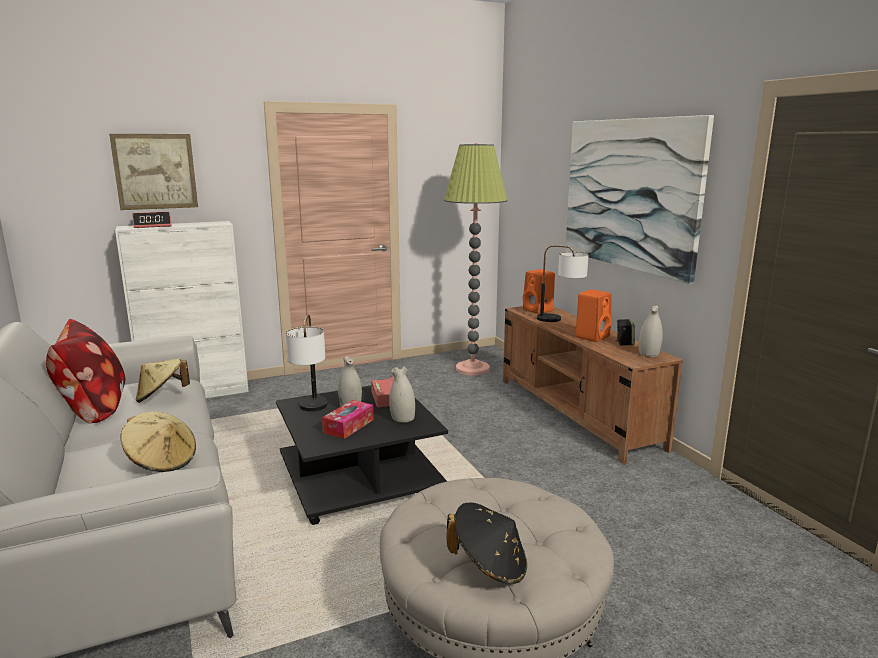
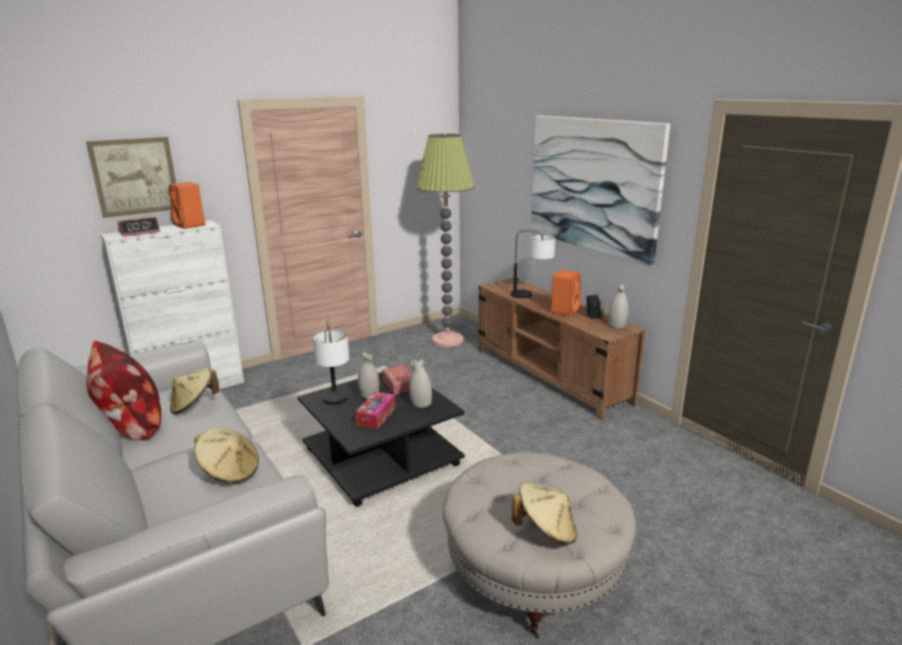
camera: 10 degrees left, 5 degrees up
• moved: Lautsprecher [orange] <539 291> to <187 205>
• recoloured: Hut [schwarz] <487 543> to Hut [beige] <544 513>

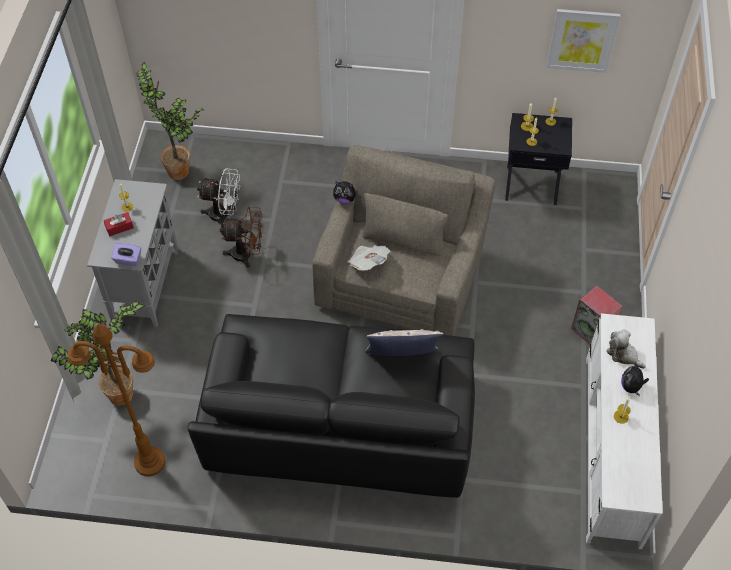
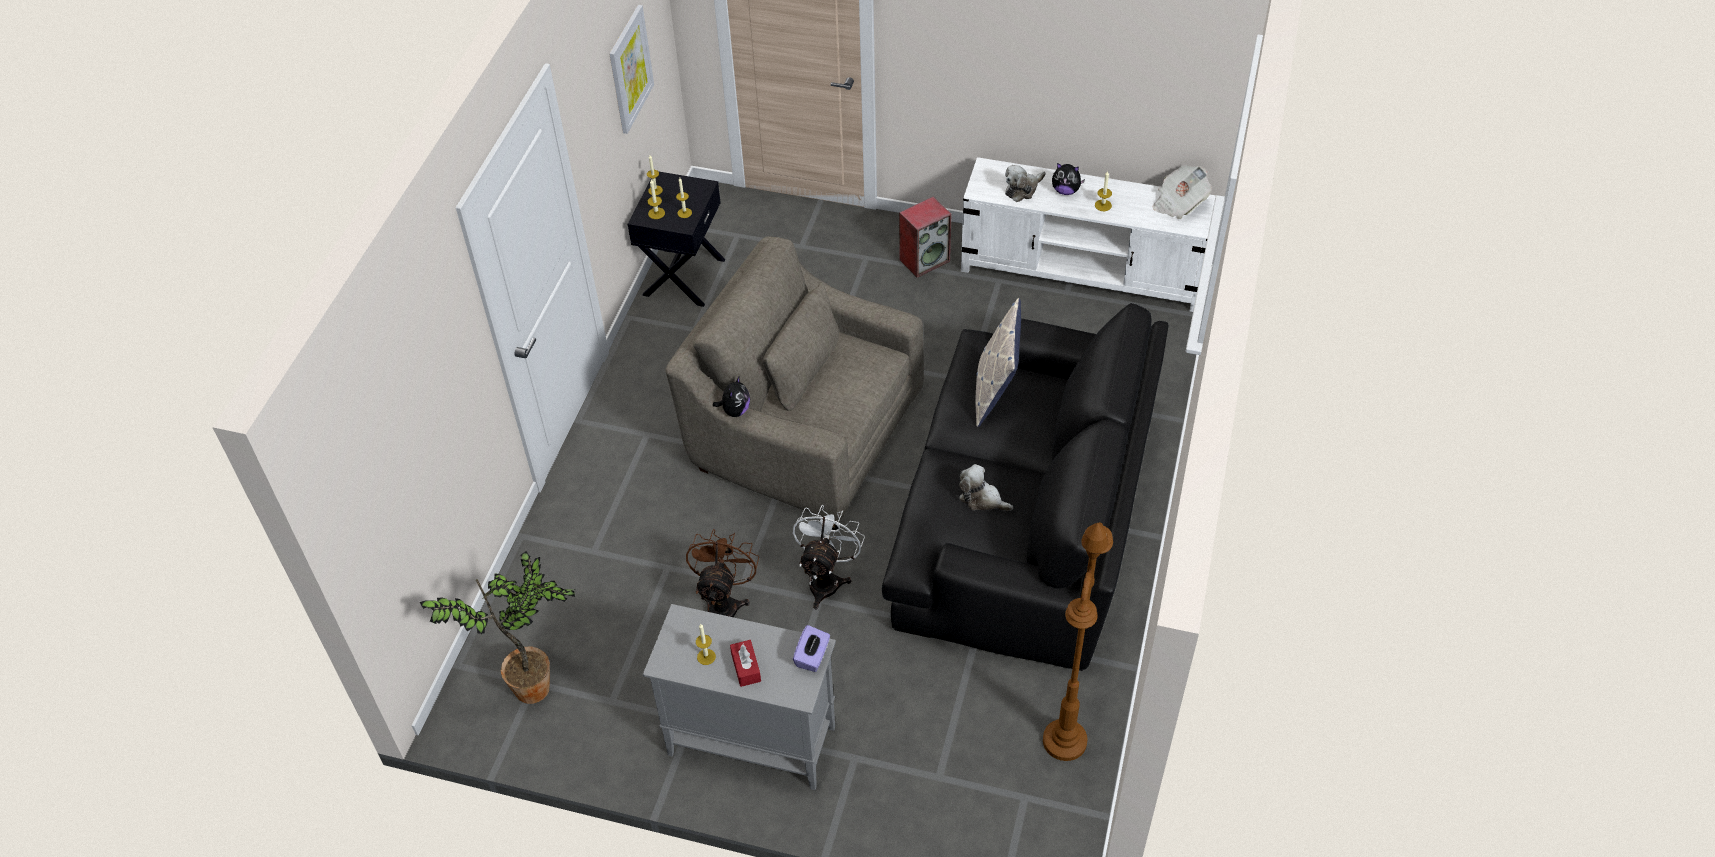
camera: 80 degrees left, 5 degrees down
• moved: Ventilator [weiß] <218 198> to <829 557>
• added: Plüschtier <986 487>
• moved: Zeitung <369 258> to <1181 192>
• removed: Topfpflanze <98 353>

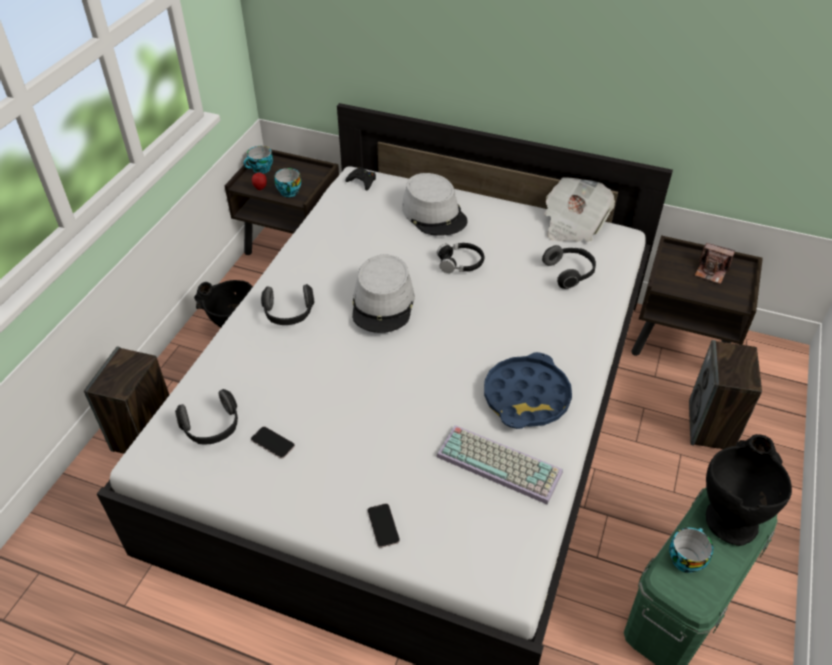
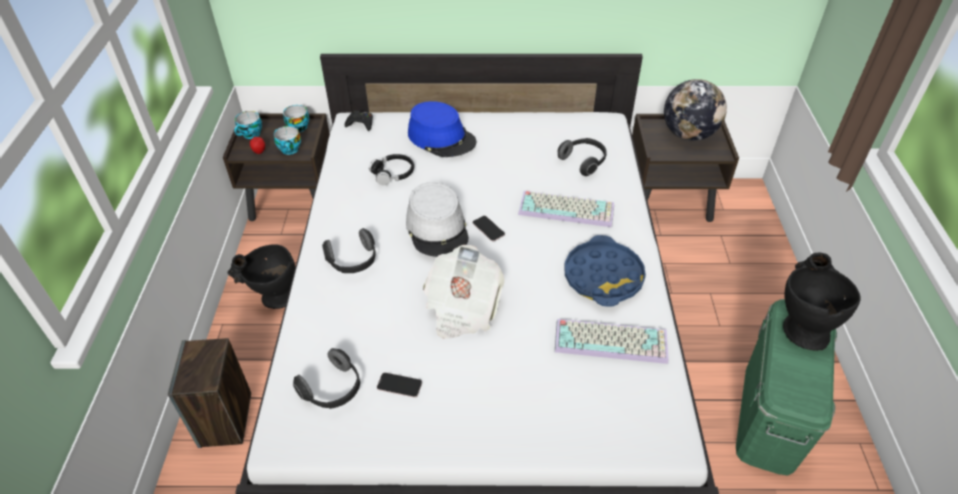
camera: 20 degrees left, 0 degrees up
• moved: Tasse <691 550> to <296 118>
• moved: Kopfhörer [schwarz] <460 258> to <391 169>
• recoloured: Hut [grau] <434 204> to Hut [blau] <442 129>
• moved: Zeitung <579 209> to <463 292>
• moved: Handy <384 525> to <488 229>
• added: Tastatur <566 209>
• replaced: Kamera <715 263> to Globus <695 110>
• removed: Lautsprecher <725 394>

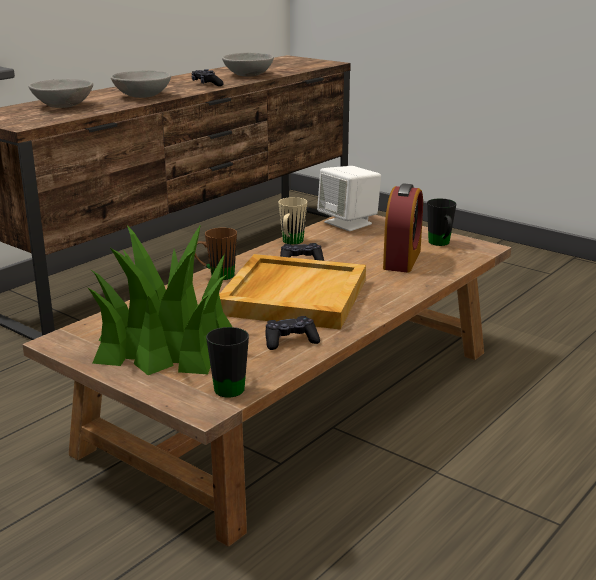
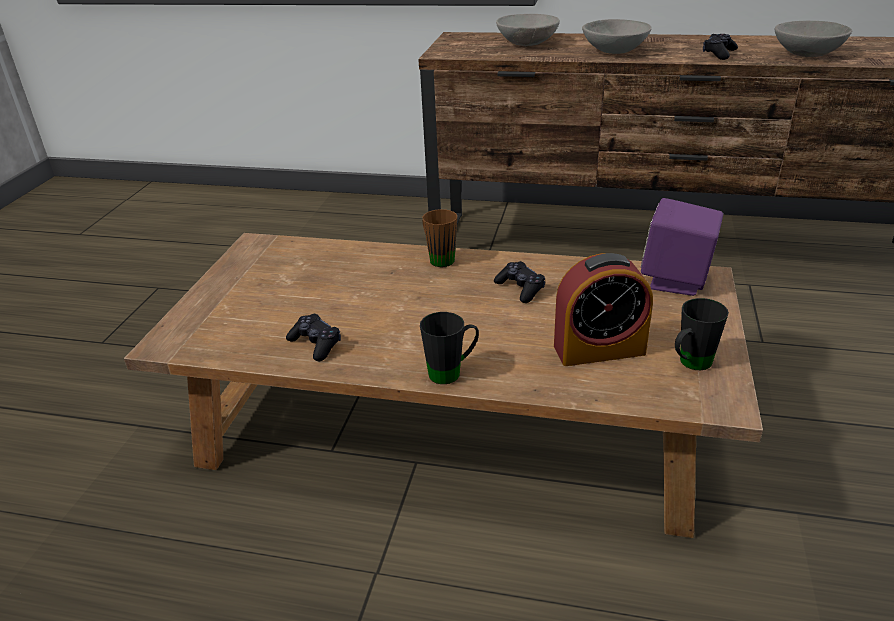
camera: 65 degrees right, 10 degrees up
• moved: Henkelbecher [schwarz] <227 362> to <449 348>
• recoloured: Lautsprecher [weiß] <349 198> to Lautsprecher [lila] <682 247>
• removed: Topfpflanze <160 299>
• removed: Tablett [beige] <292 292>
• removed: Henkelbecher [beige] <292 221>

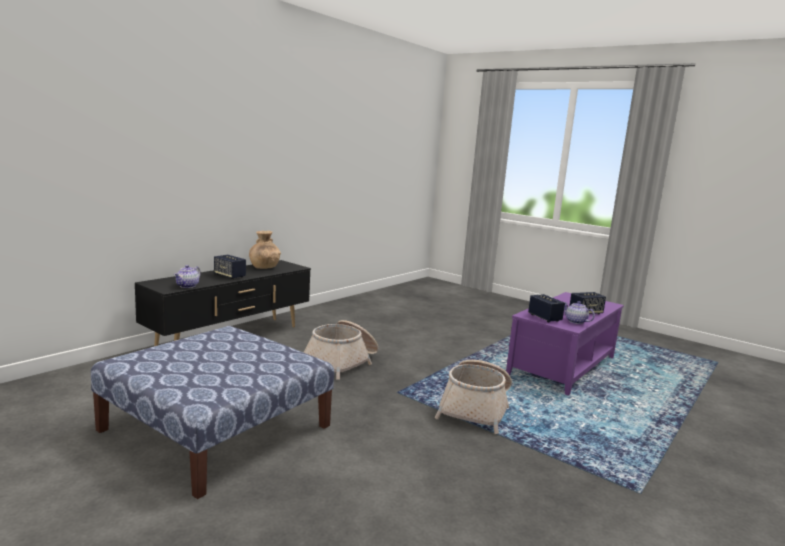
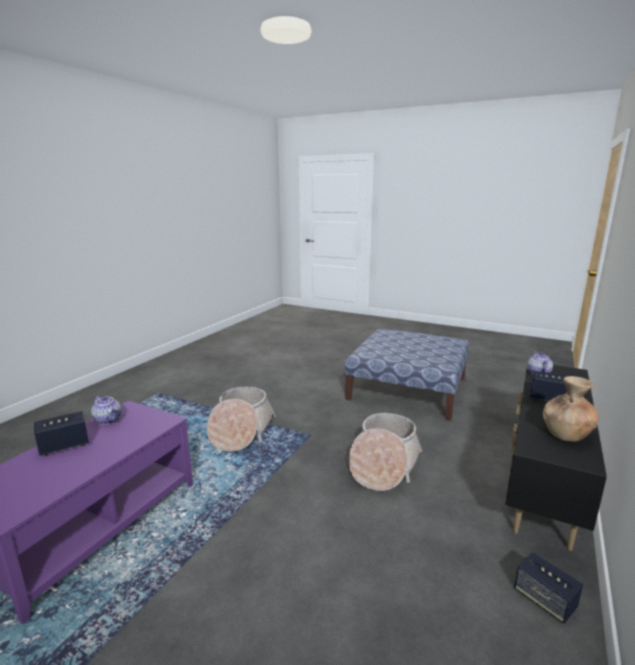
camera: 170 degrees right, 5 degrees up
• moved: Lautsprecher <546 308> to <548 588>

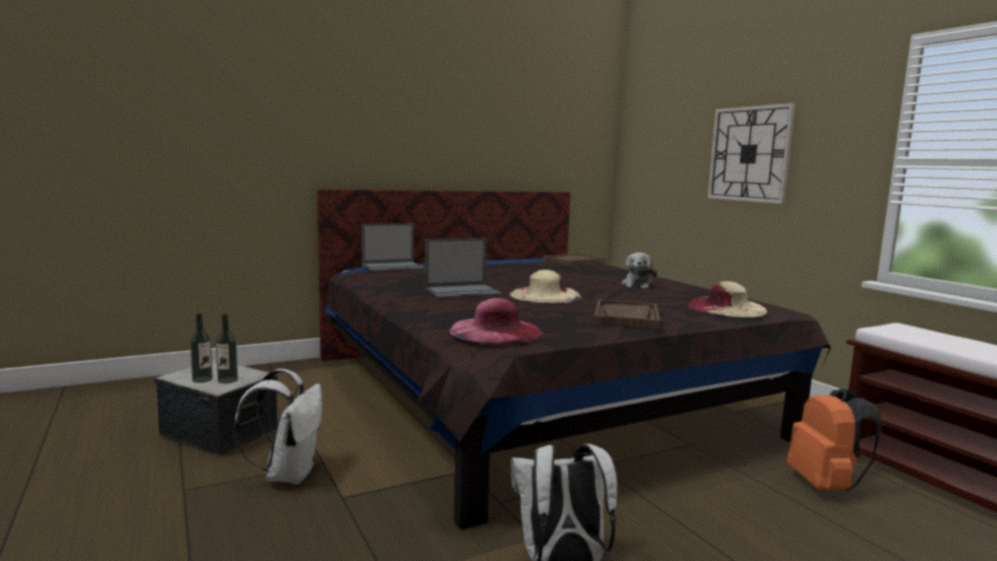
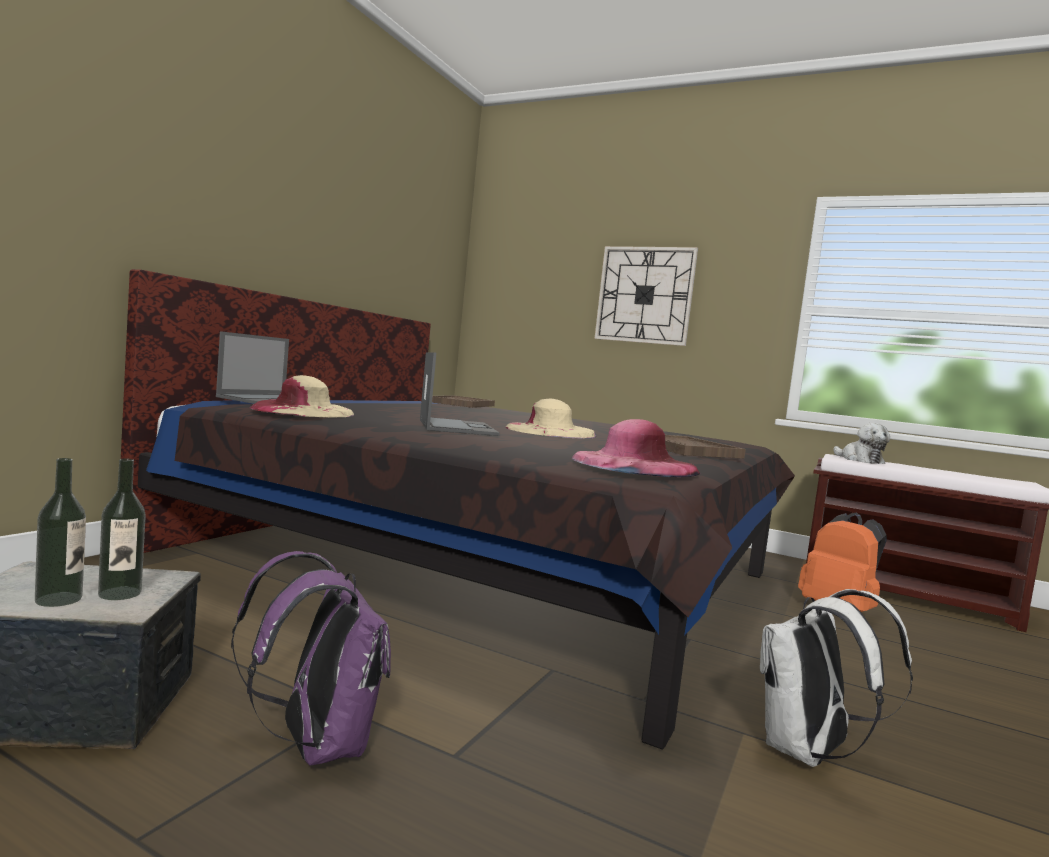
camera: 35 degrees left, 5 degrees down
• recoloured: Rucksack [weiß] <278 426> to Rucksack [lila] <311 658>
• moved: Hut [beige] <727 299> to <302 396>
• turned: Laptop <463 268> = <460 394> 45 degrees counterclockwise
• moved: Plüschtier <639 270> to <861 443>

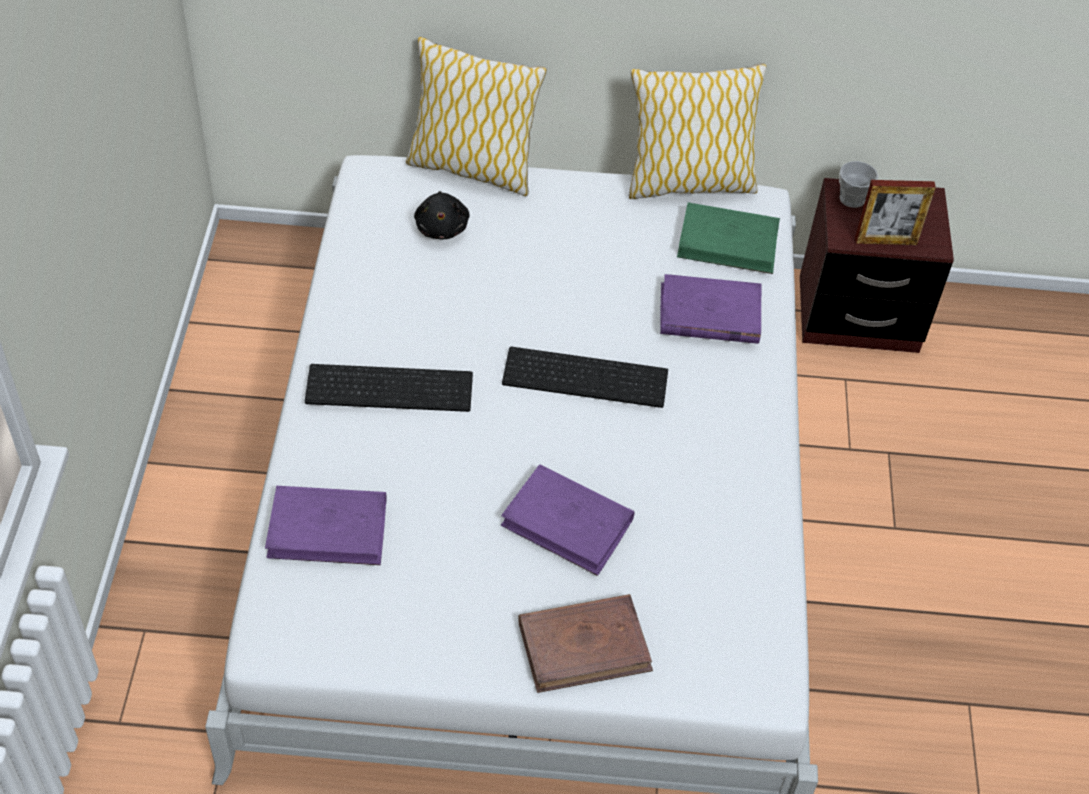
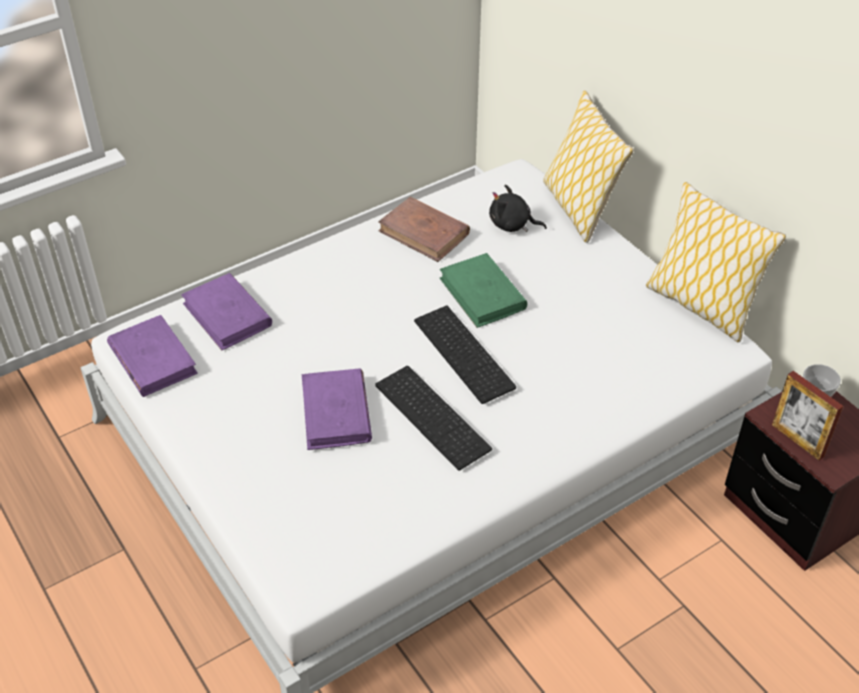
camera: 55 degrees right, 5 degrees down
• moved: Buch [lila] <710 309> to <152 356>
• moved: Tastatur <389 388> to <433 418>
• moved: Buch [braun] <585 643> to <424 229>
• moved: Buch [grün] <728 238> to <484 290>
• turned: Plüschtier [schwarz] <442 215> = <518 208> 60 degrees clockwise

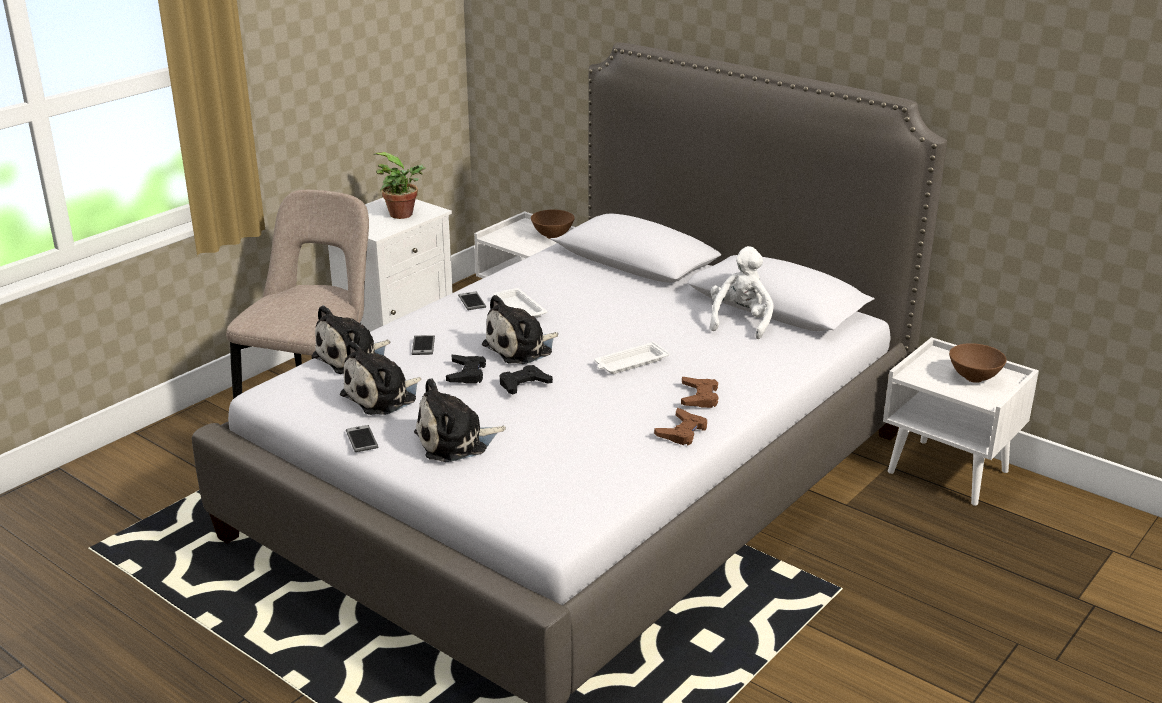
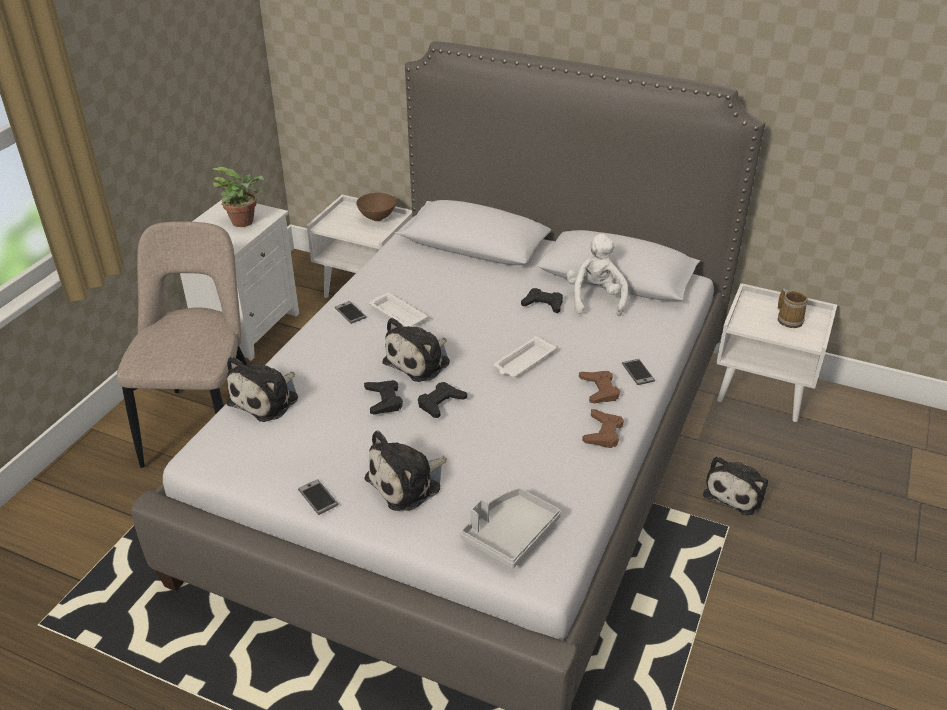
camera: 15 degrees left, 10 degrees up
• added: Tablett [grau] <510 528>
• added: Gamepad [schwarz] <542 300>
• moved: Handy <423 345> to <638 372>
• moved: Plüschtier <380 378> to <735 486>
• replaced: Schüssel [braun] <978 363> to Henkelbecher <793 308>

